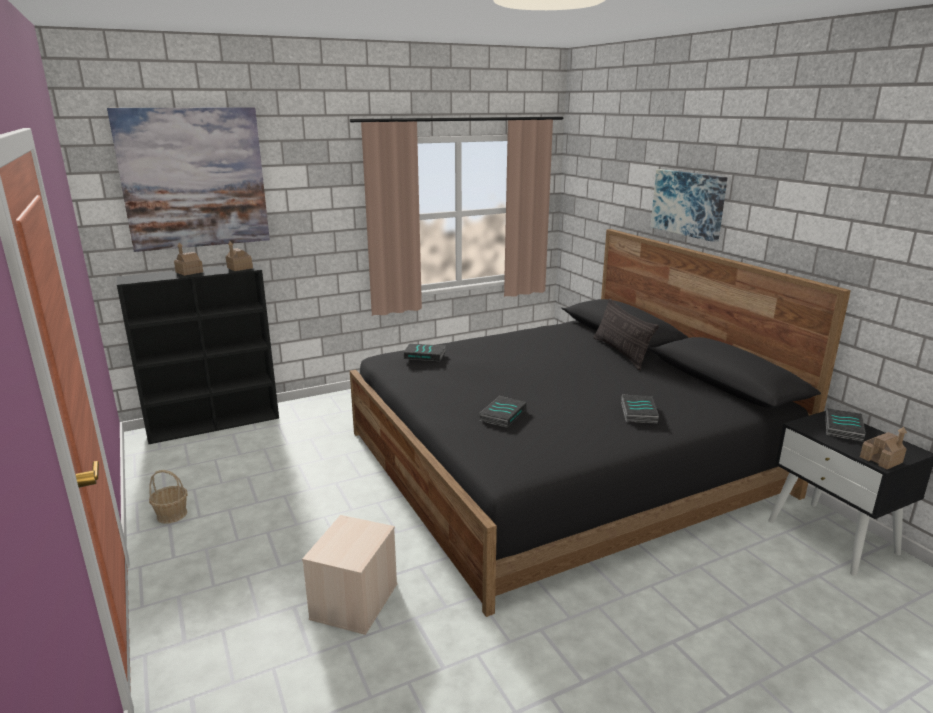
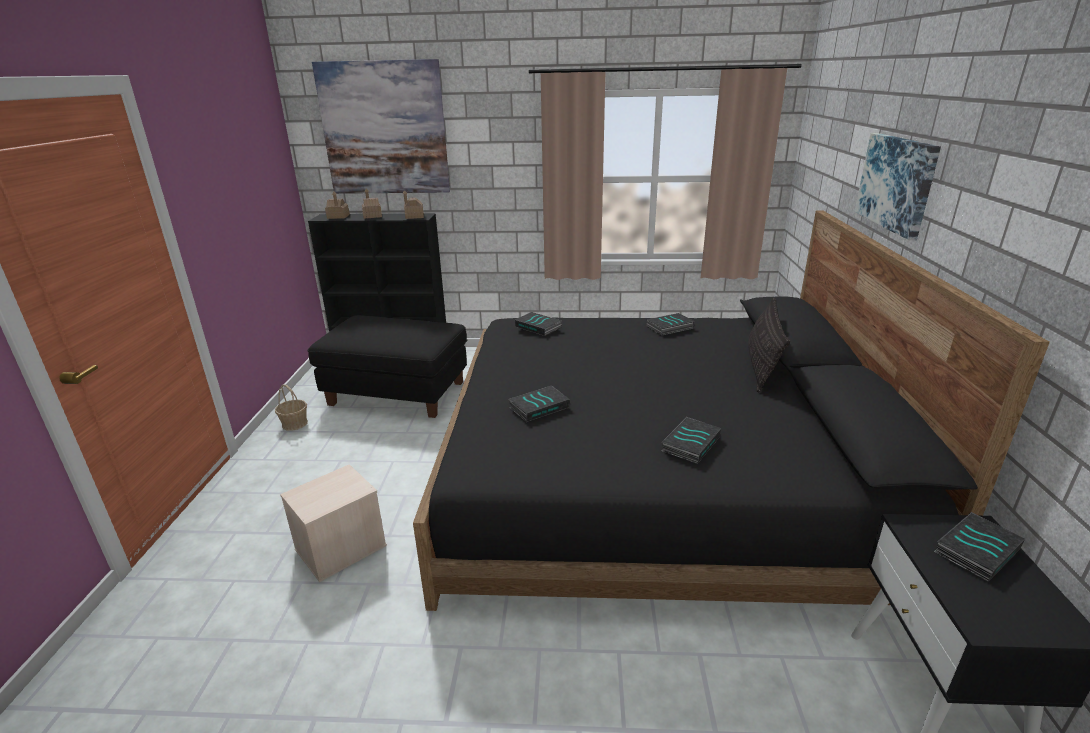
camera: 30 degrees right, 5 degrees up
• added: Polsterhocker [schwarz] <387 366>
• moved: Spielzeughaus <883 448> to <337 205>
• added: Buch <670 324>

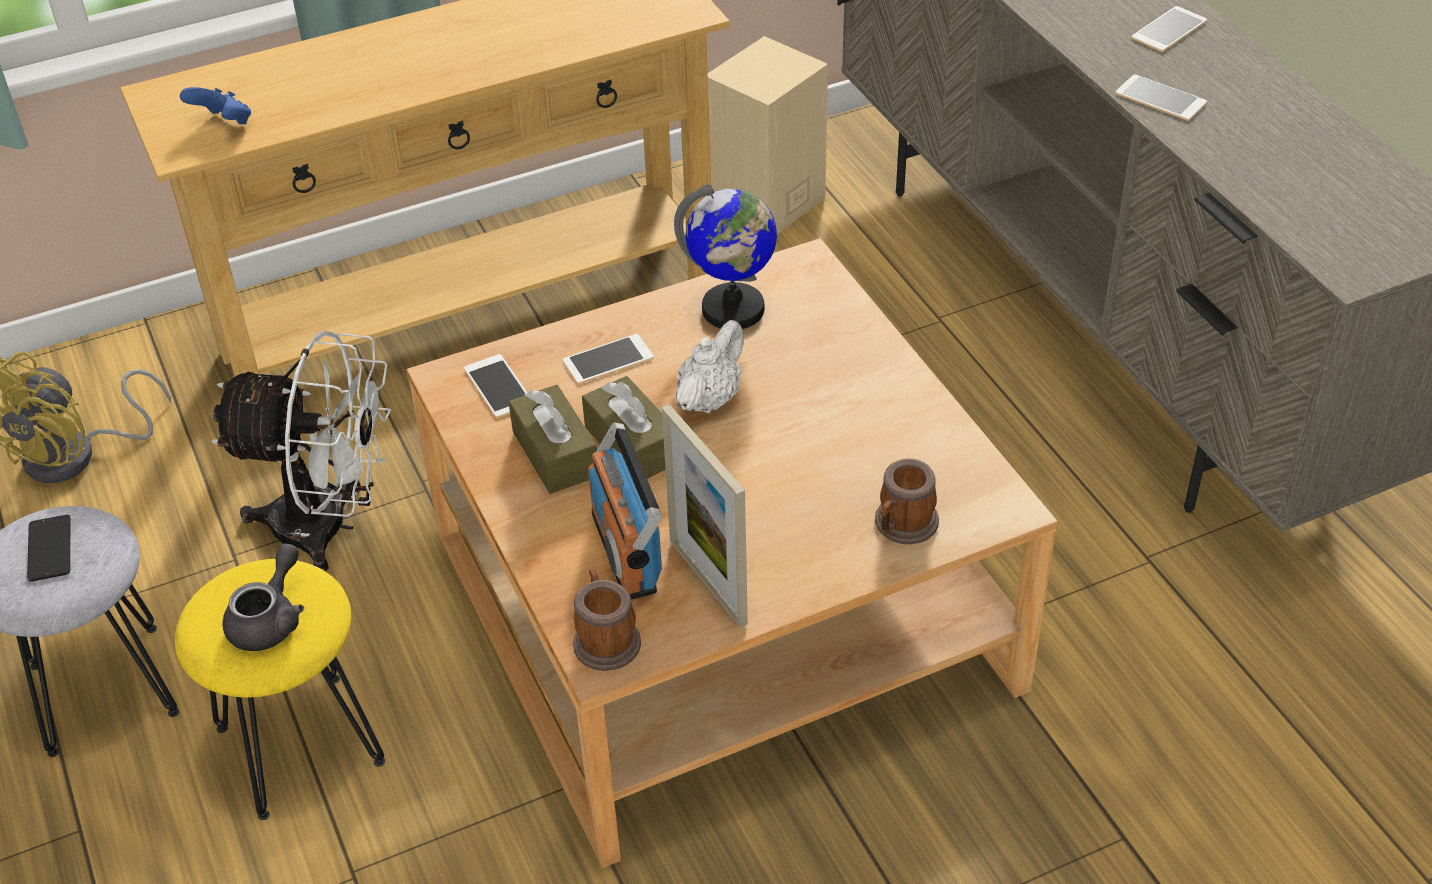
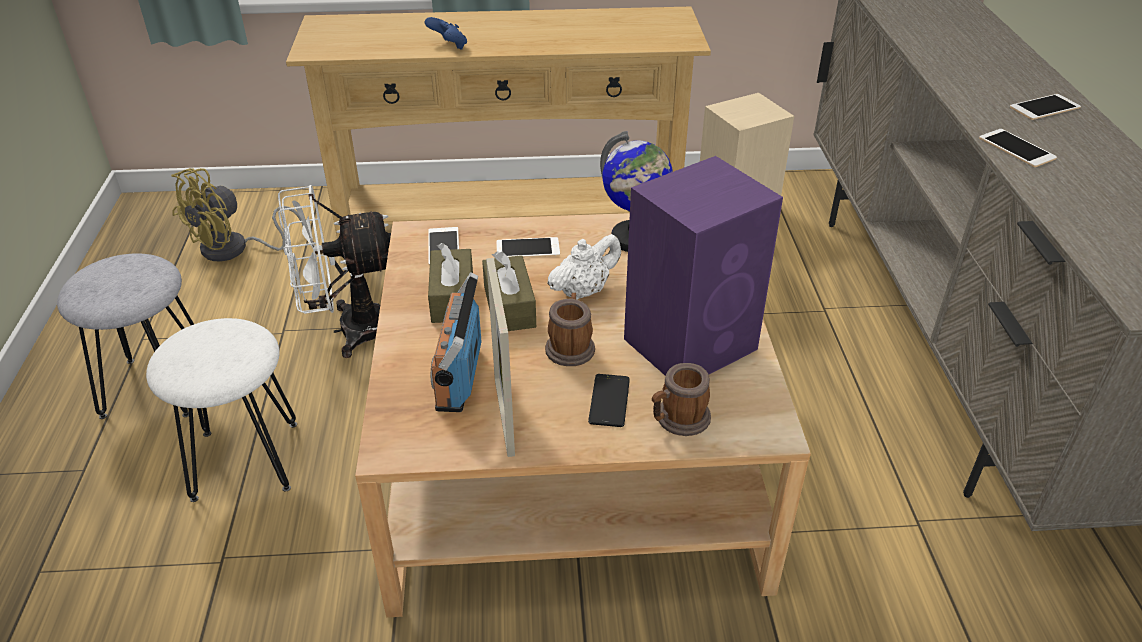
camera: 20 degrees right, 5 degrees down
• recoloured: Hocker [gelb] <280 689> to Hocker [weiß] <221 410>
• turned: Ventilator [weiß] <301 451> = <334 271> 135 degrees clockwise
• moved: Gamepad [blau] <215 105> to <446 33>
• moved: Henkelbecher <607 619> to <570 329>
• moved: Handy <49 548> to <609 400>
• added: Lautsprecher [lila] <703 266>
• removed: Teekanne [grau] <263 597>

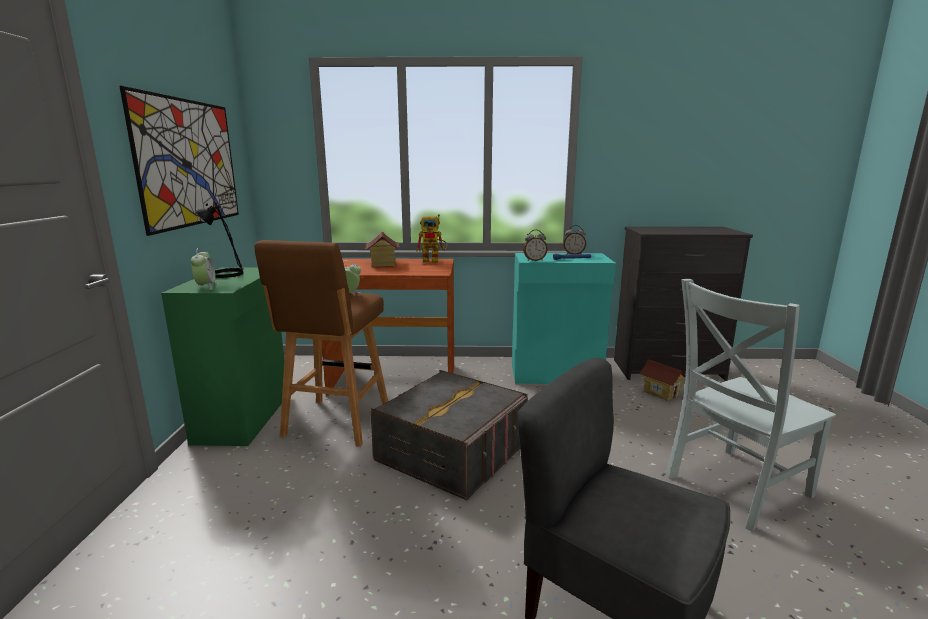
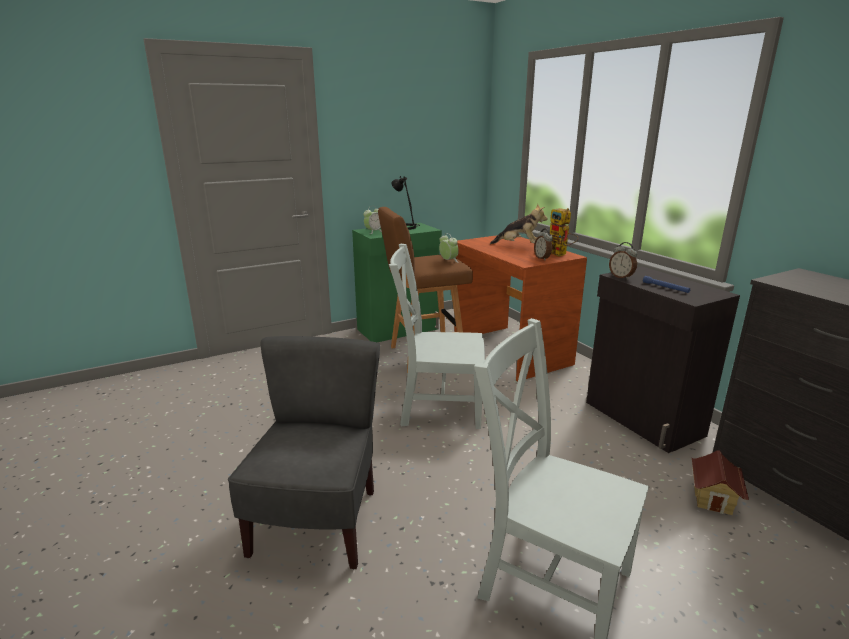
camera: 60 degrees right, 5 degrees up
• replaced: Aufbewahrungsbox [grau] <449 435> to Stuhl [grau] <437 336>
• replaced: Spielzeughaus <382 249> to Plüschtier <518 224>
• moved: Wecker <575 239> to <543 244>
• recoloured: Schrank [türkis] <564 318> to Schrank [schwarz] <663 360>
• removed: Bild <179 161>

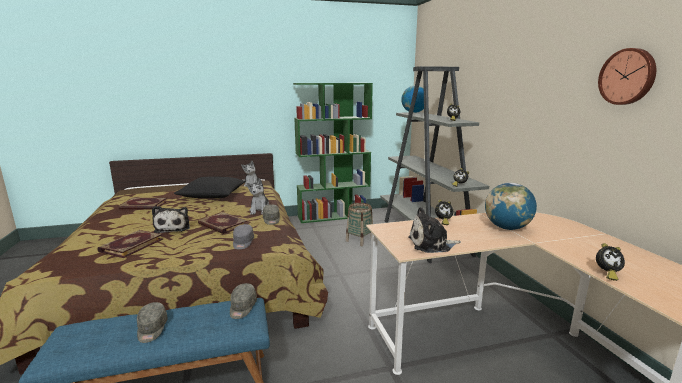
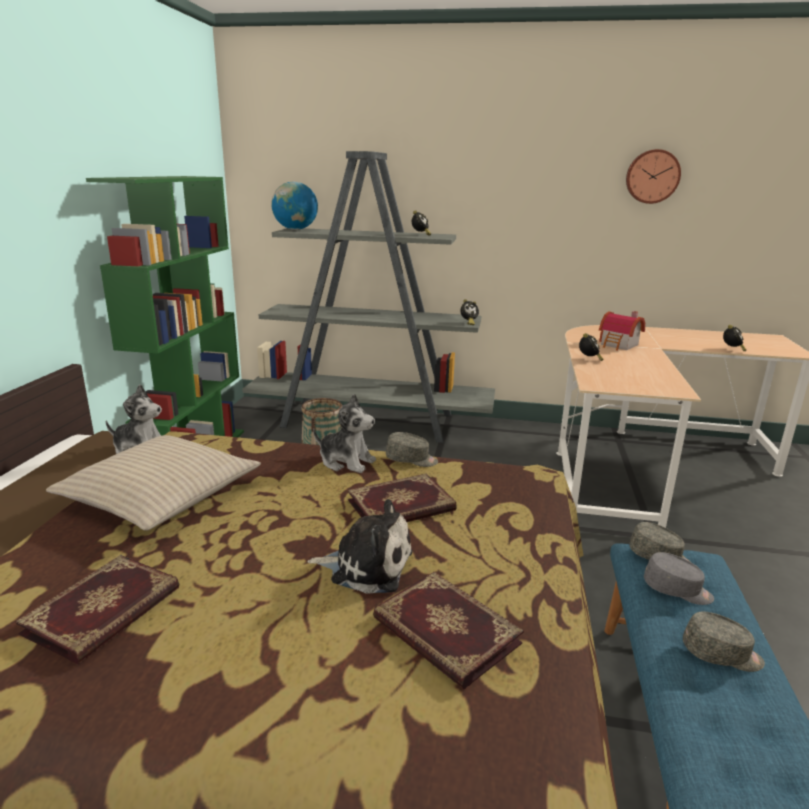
camera: 65 degrees left, 5 degrees up
• recoloured: Kissen [schwarz] <210 187> to Kissen [beige] <153 483>
• replaced: Globus <511 206> to Spielzeughaus <622 331>
• moved: Kappe [grau] <243 236> to <679 578>
• removed: Plüschtier <434 230>

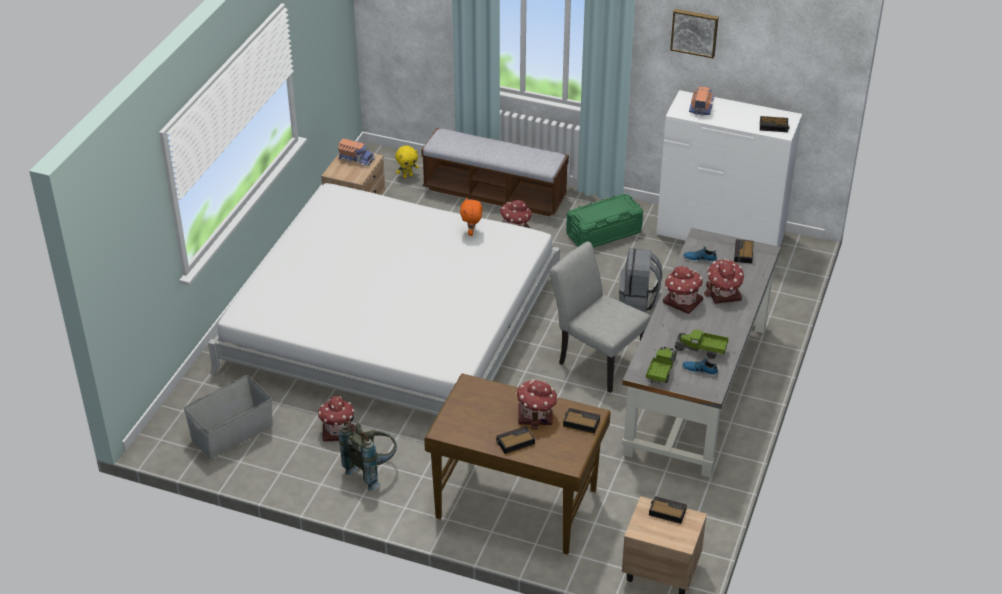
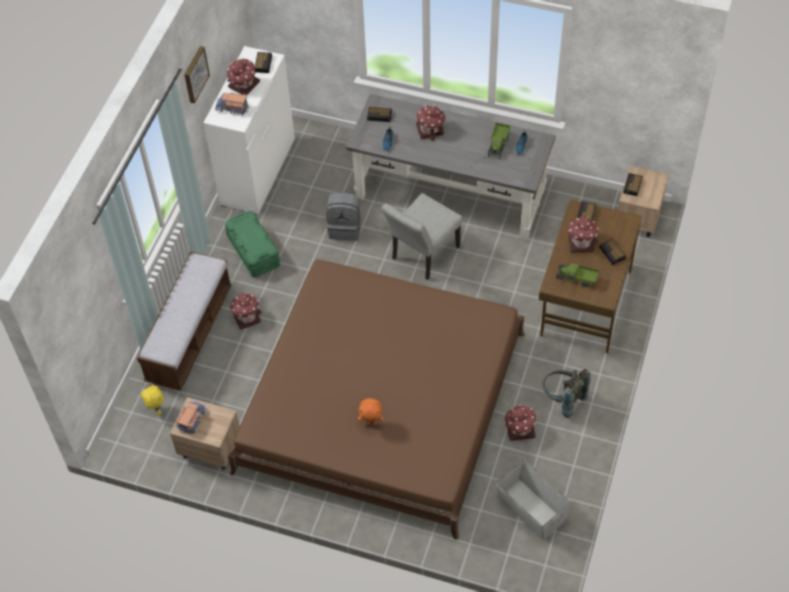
camera: 90 degrees left, 15 degrees up
• moved: Spielzeughaus <683 290> to <243 76>
• recoloured: Bett [weiß] <384 299> to Bett [braun] <376 399>
• moved: Plüschtier [orange] <471 216> to <371 411>
• moved: Spielzeuglaster <661 365> to <577 275>

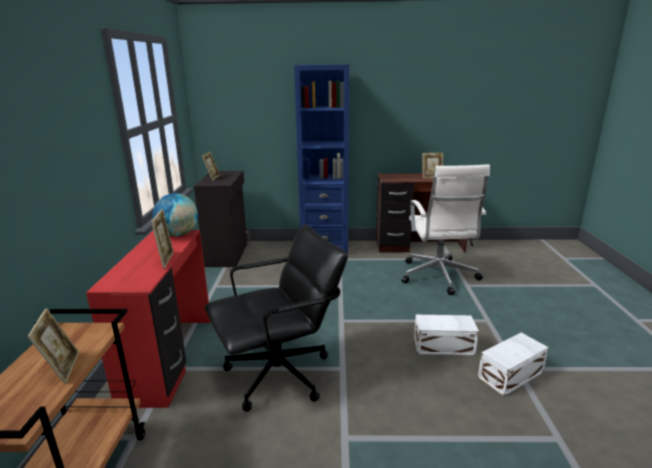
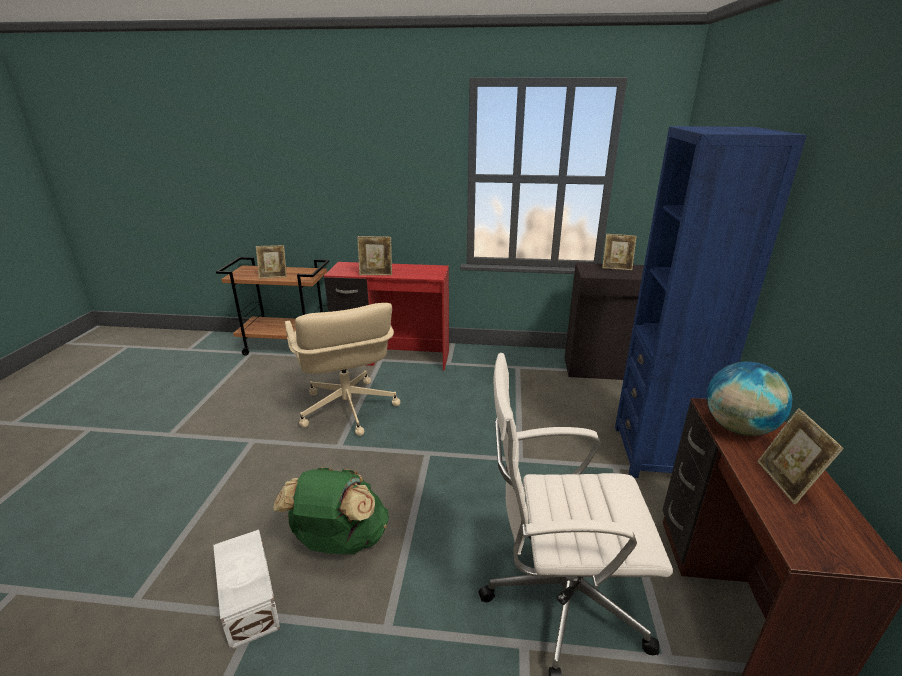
camera: 95 degrees right, 5 degrees up
• replaced: Aufbewahrungsbox [weiß] <446 335> to Rucksack [grün] <331 510>
• recoloured: Bürostuhl [schwarz] <276 318> to Bürostuhl [beige] <342 369>
• moved: Globus <175 214> to <749 399>

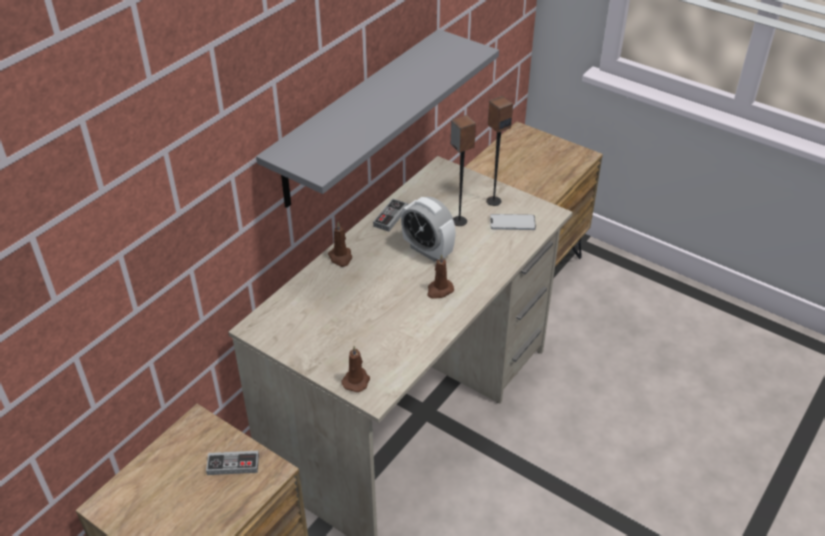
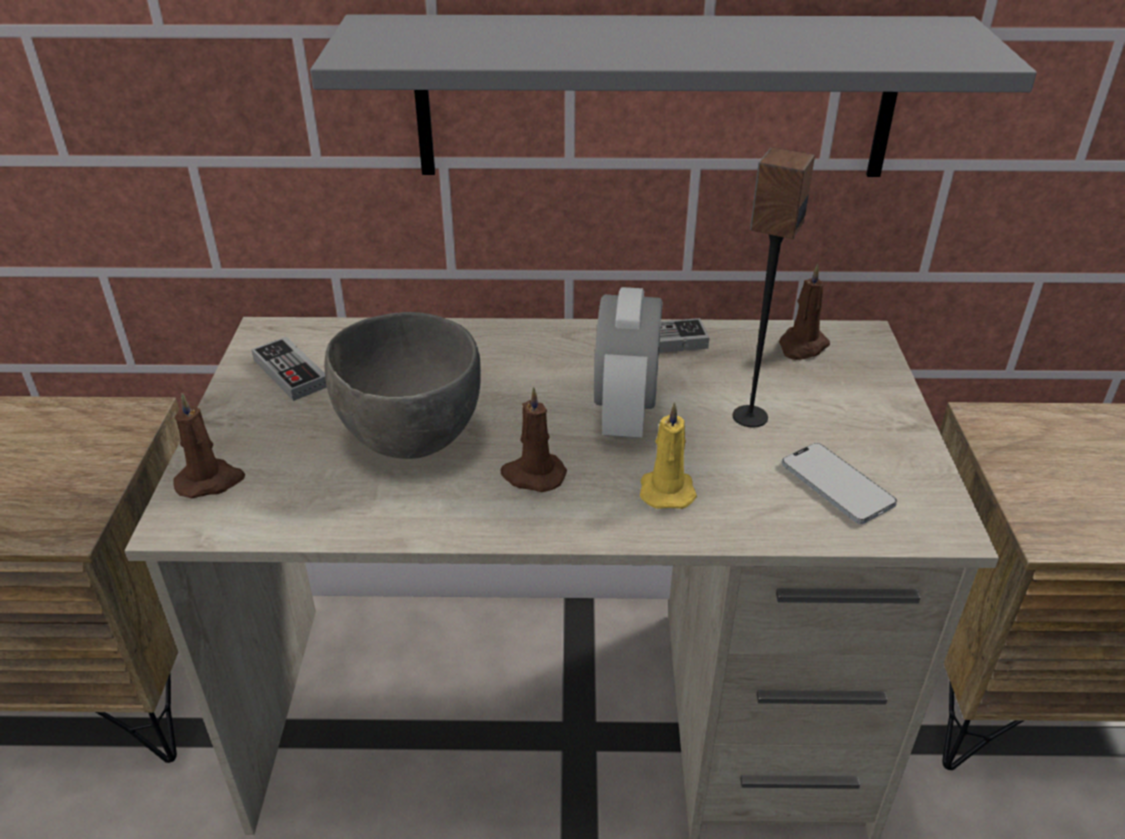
camera: 55 degrees right, 5 degrees down
• moved: Gamepad <232 463> to <289 369>
• added: Schüssel [grau] <402 385>
• added: Kerze [gelb] <668 455>
• moved: Kerze [braun] <340 244> to <804 312>
• removed: Lautsprecher <499 151>

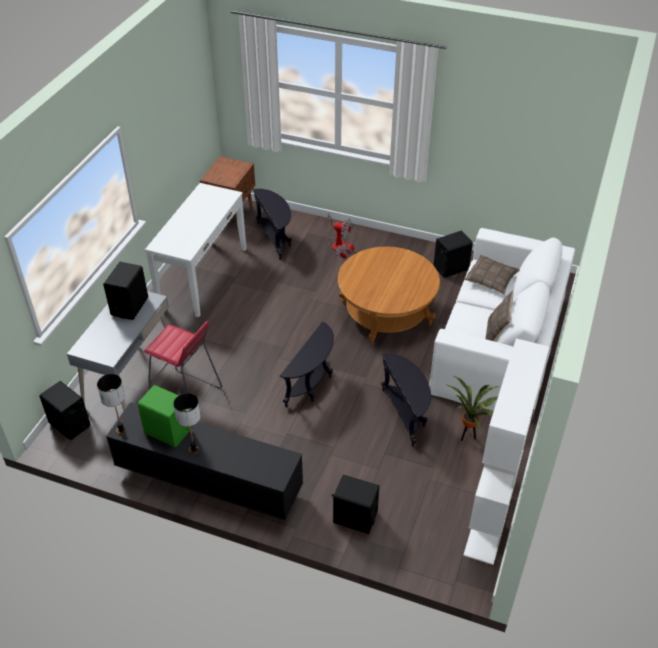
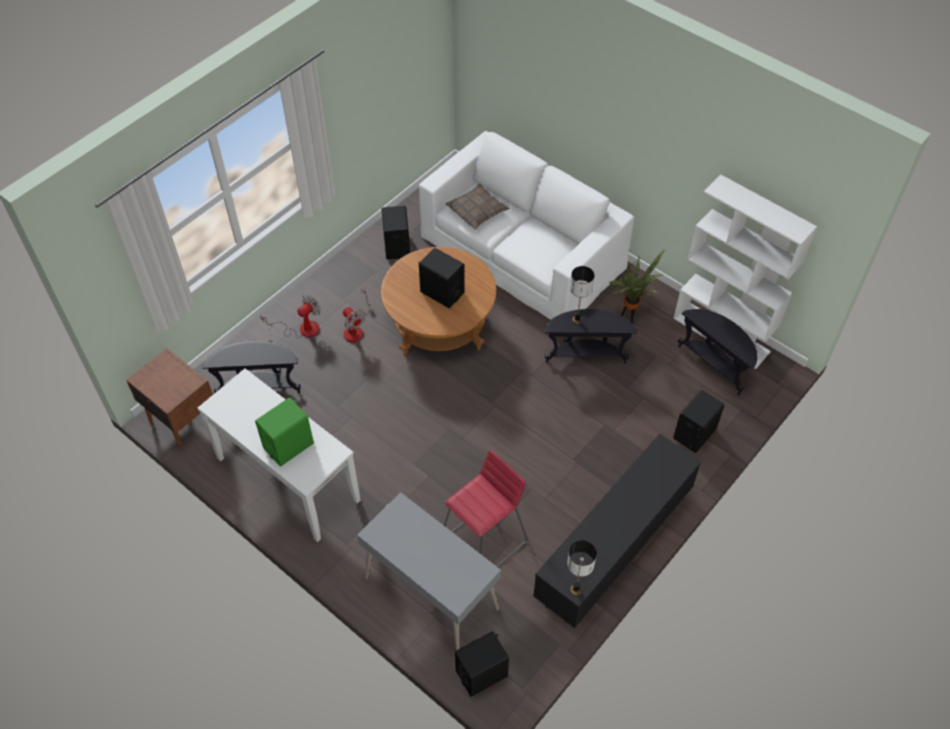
camera: 70 degrees left, 10 degrees up
• moved: Lautsprecher [grün] <163 416> to <284 432>
• moved: Lautsprecher [schwarz] <125 291> to <442 278>
• moved: Tischlampe <187 423> to <582 295>
• moved: Beistelltisch [schwarz] <307 364> to <718 352>
• removed: Kissen <499 316>

